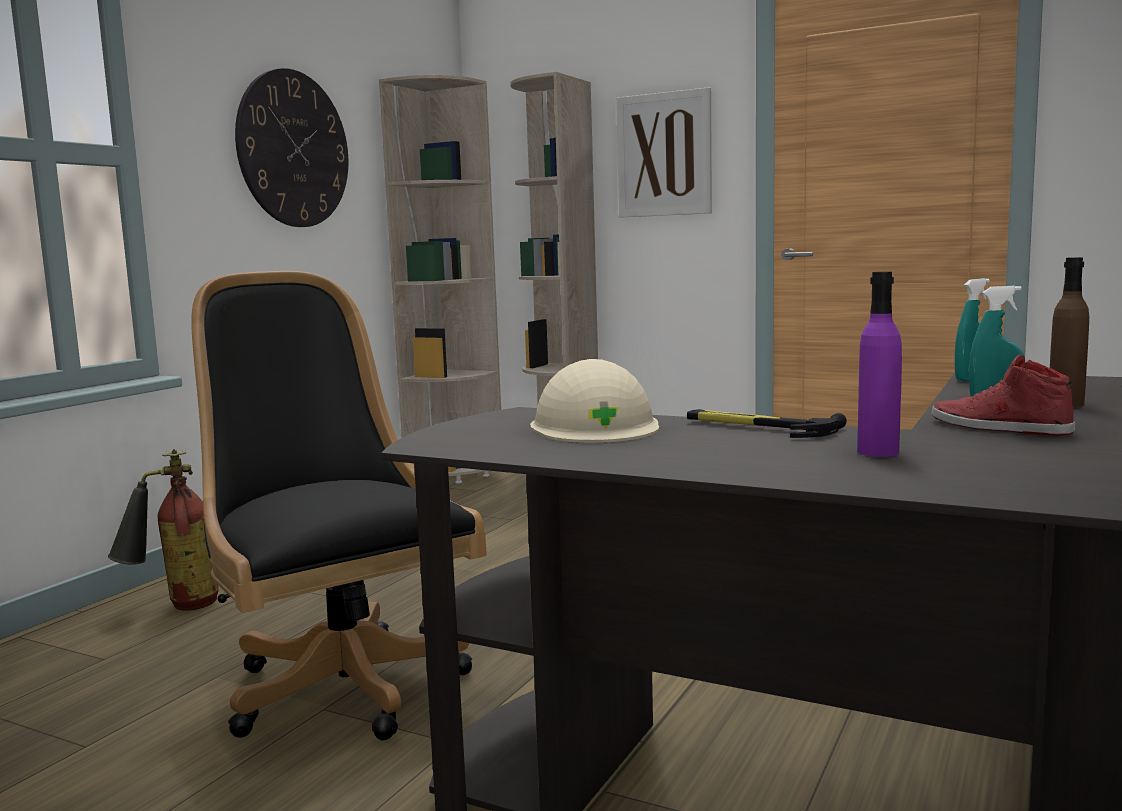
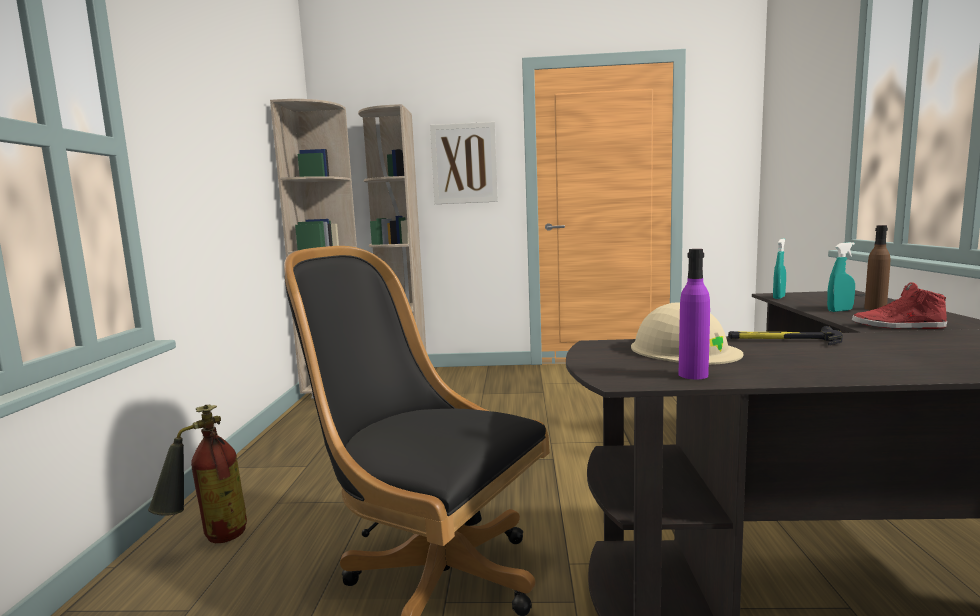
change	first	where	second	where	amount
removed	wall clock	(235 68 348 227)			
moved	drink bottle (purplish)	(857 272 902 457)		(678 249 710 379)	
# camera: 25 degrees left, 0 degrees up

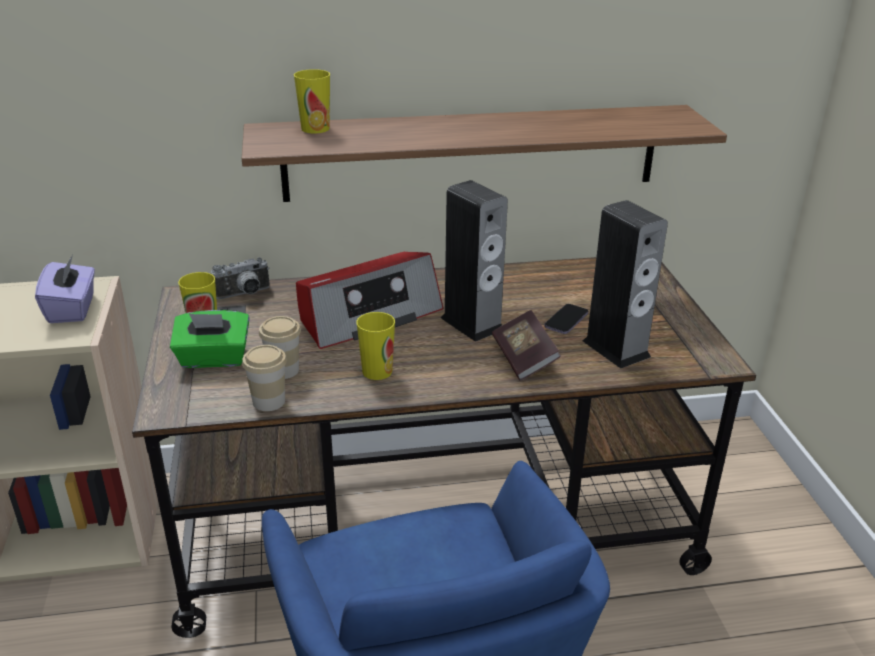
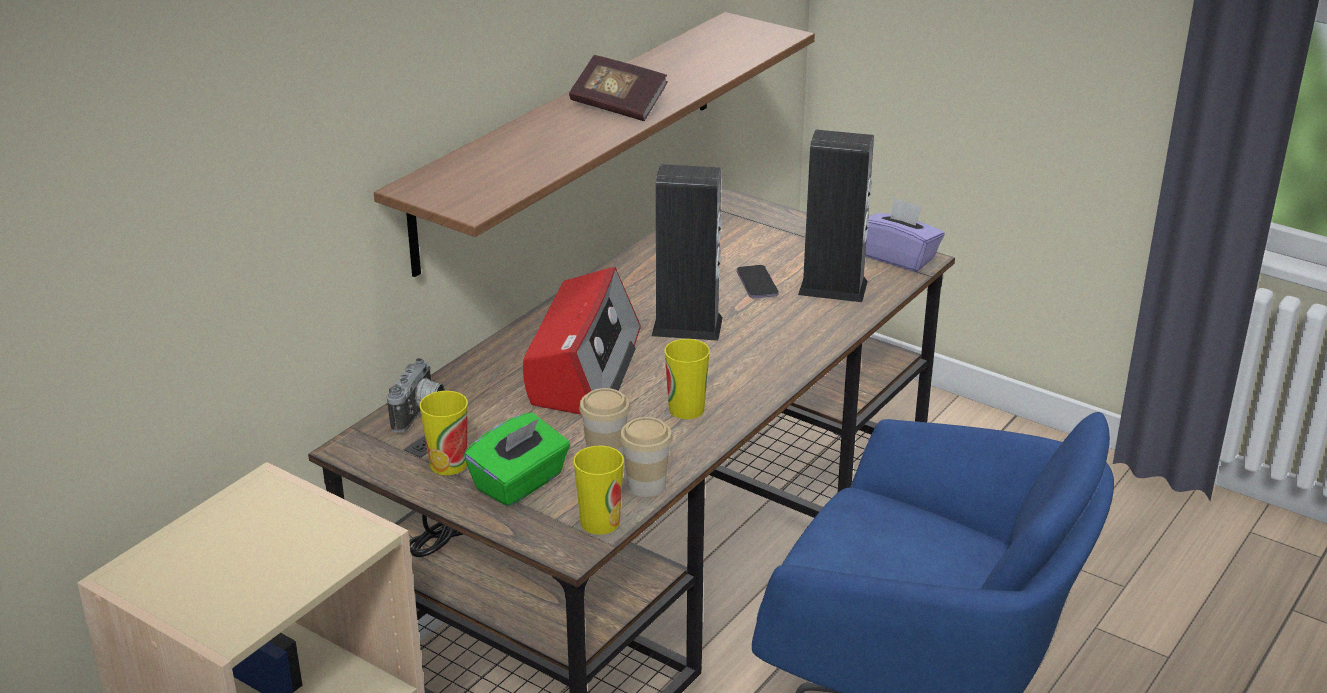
change	first	where	second	where	amount
moved	small cup	(294 69 330 134)		(574 446 624 535)	
moved	tissue box (purplish)	(35 255 95 323)		(865 198 945 272)	
moved	book	(492 310 561 381)		(569 55 668 121)	
# camera: 45 degrees left, 0 degrees up

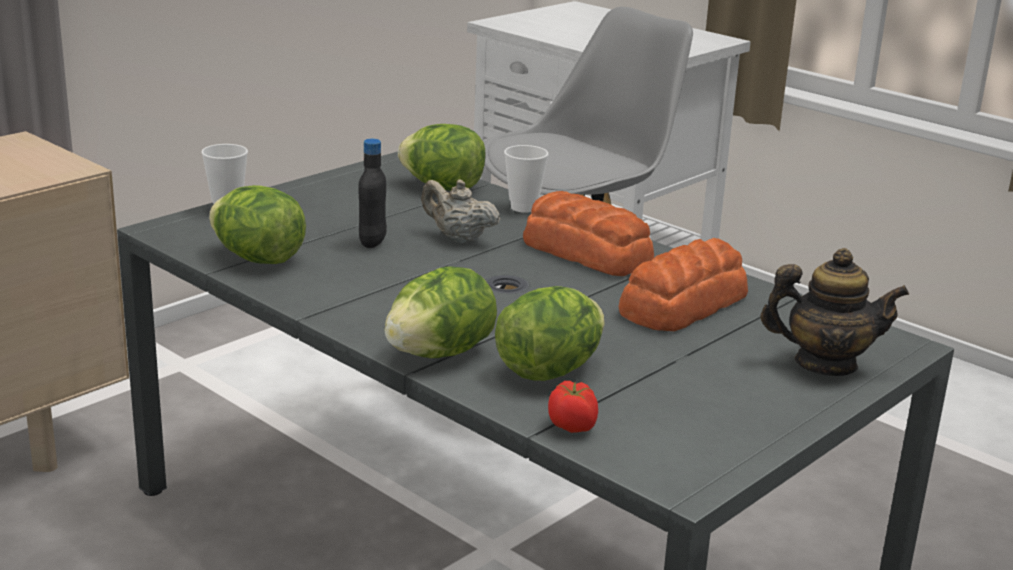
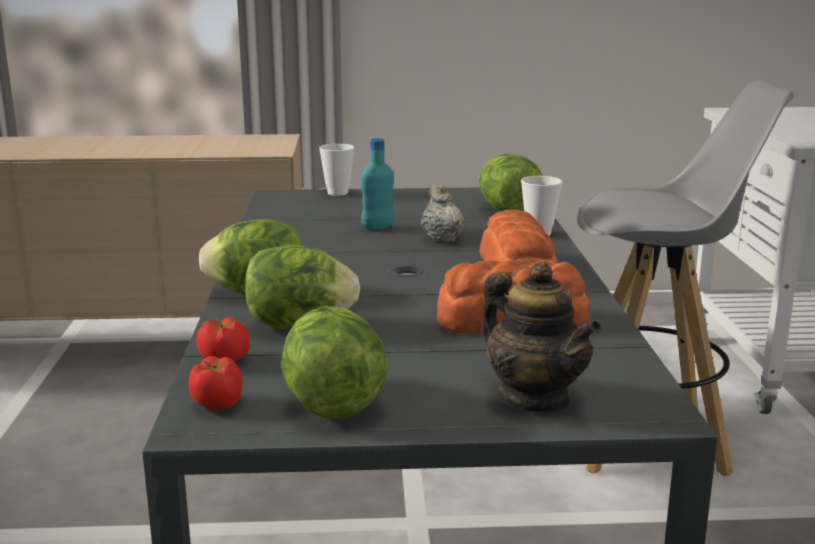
change	first	where	second	where	amount
recoloured	drink bottle (black)	(359 139 387 248)	drink bottle (blue-green)	(361 138 394 230)	
moved	head of lettuce	(209 185 306 264)		(281 306 388 419)	
added			tomato	(189 356 243 410)	
# camera: 45 degrees right, 5 degrees down

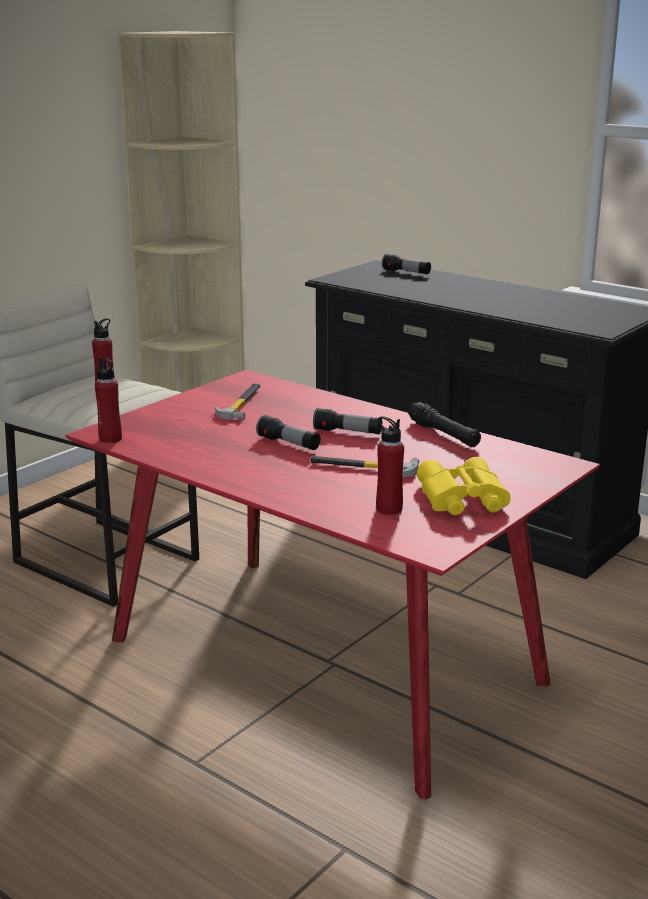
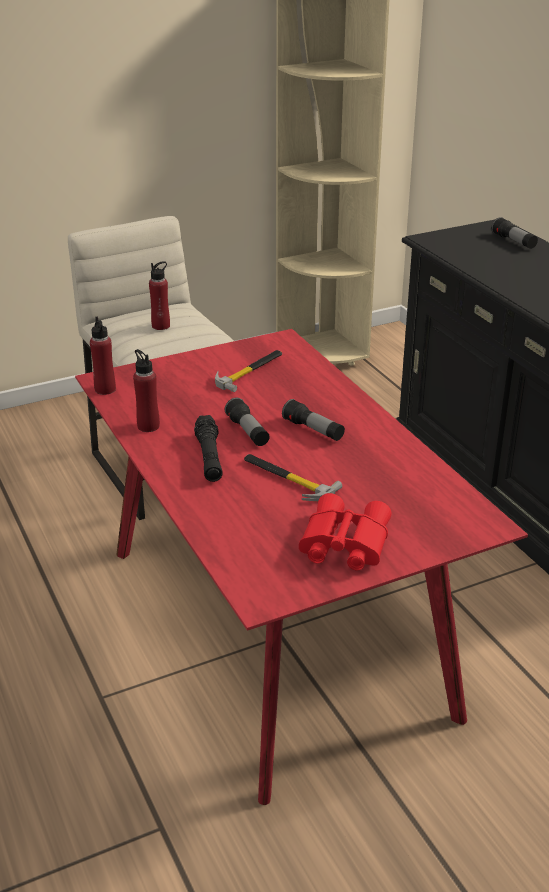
change	first	where	second	where	amount
moved	torch (black)	(408 402 481 447)		(194 415 223 482)	
moved	drink bottle (red-coloured)	(376 416 404 515)		(133 349 160 432)	
recoloured	binoculars (yellow-coloured)	(417 457 511 515)	binoculars (red-coloured)	(299 493 392 571)	
# camera: 25 degrees right, 10 degrees up

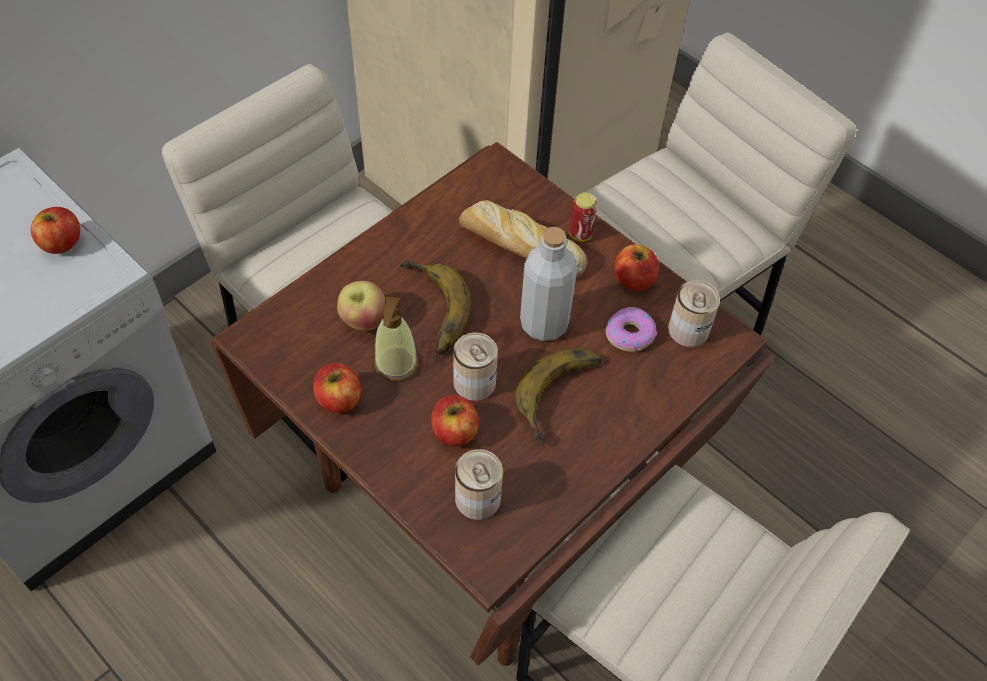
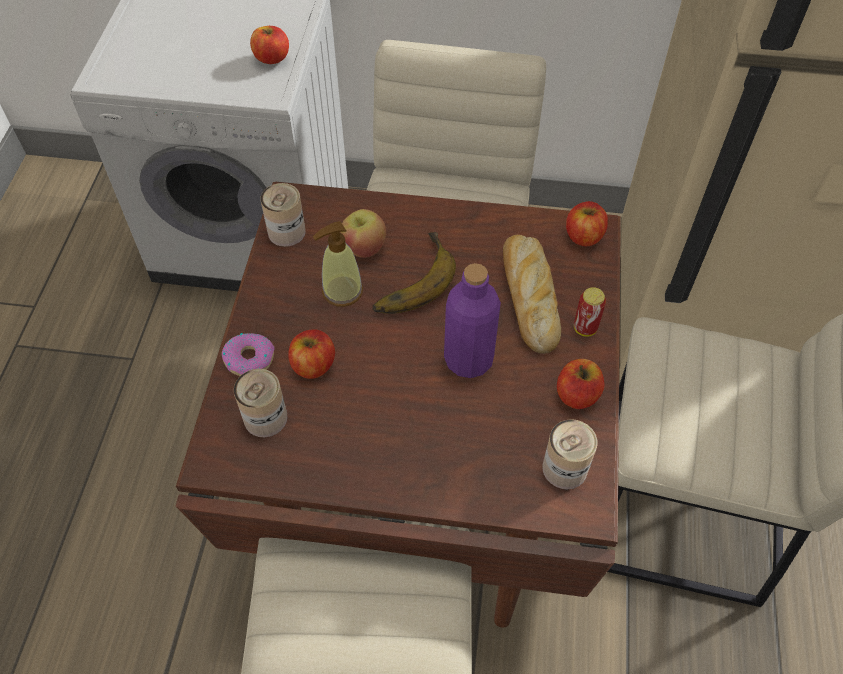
change	first	where	second	where	amount
recoloured	drink bottle (grey)	(520 227 577 341)	drink bottle (purplish)	(444 263 501 378)	
moved	ring doughnut	(606 307 657 352)		(222 333 274 376)	
moved	sealed can	(453 333 498 401)		(261 183 306 247)	
removed	banana fruit	(515 348 602 445)			
moved	apple fruit	(313 363 361 413)		(566 201 608 246)	
# camera: 55 degrees right, 0 degrees up

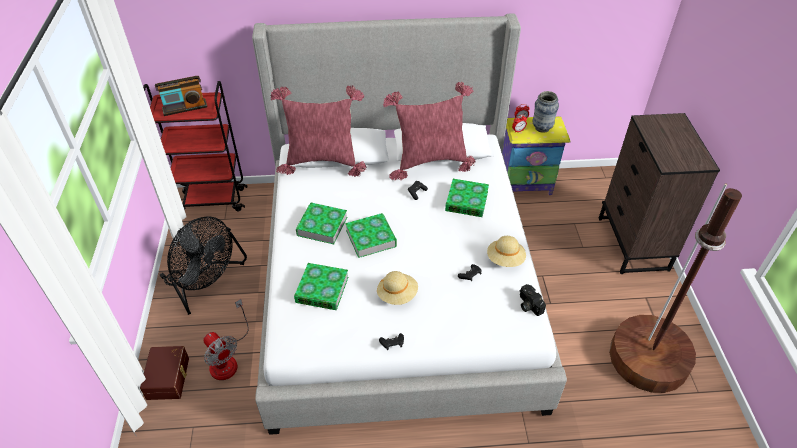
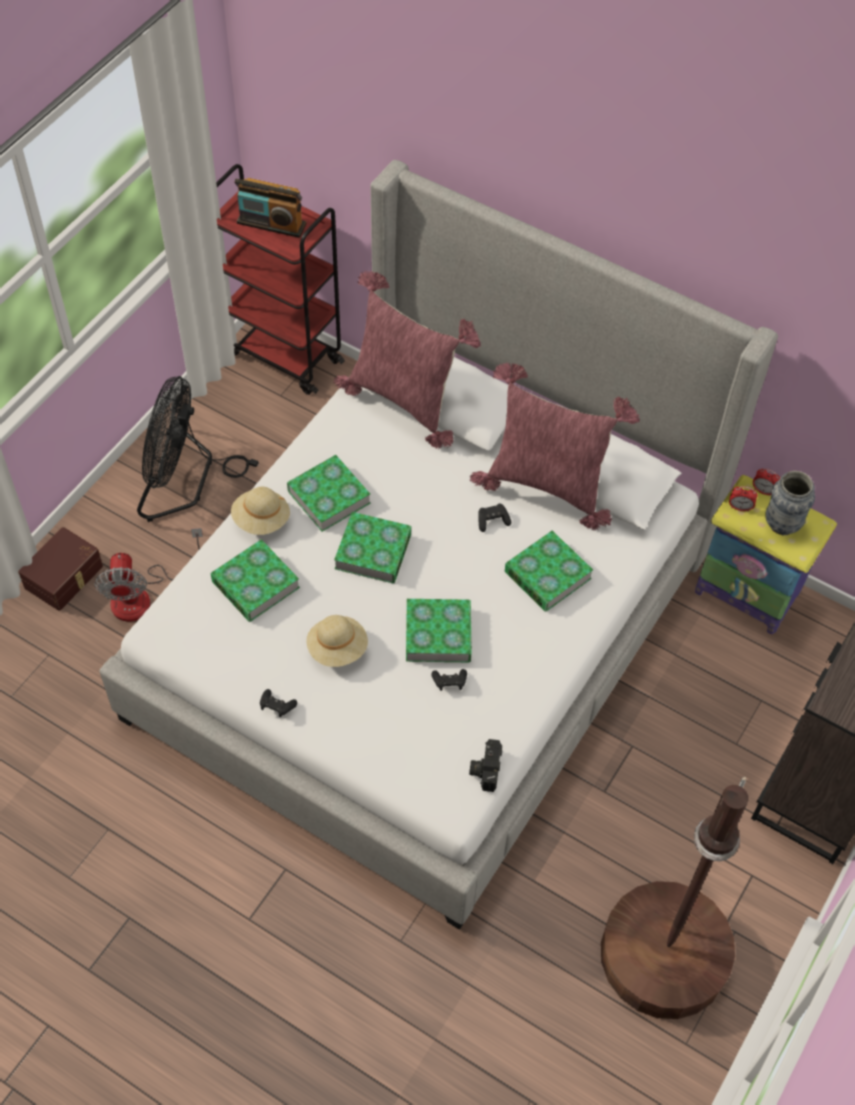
change	first	where	second	where	amount
turned	electric fan (black)	(160 216 247 315)		(137 376 259 522)	120 degrees clockwise
moved	clothing hat (beige)	(487 236 526 267)		(231 487 290 535)	
added			book	(406 599 472 662)	
# camera: 35 degrees right, 10 degrees up

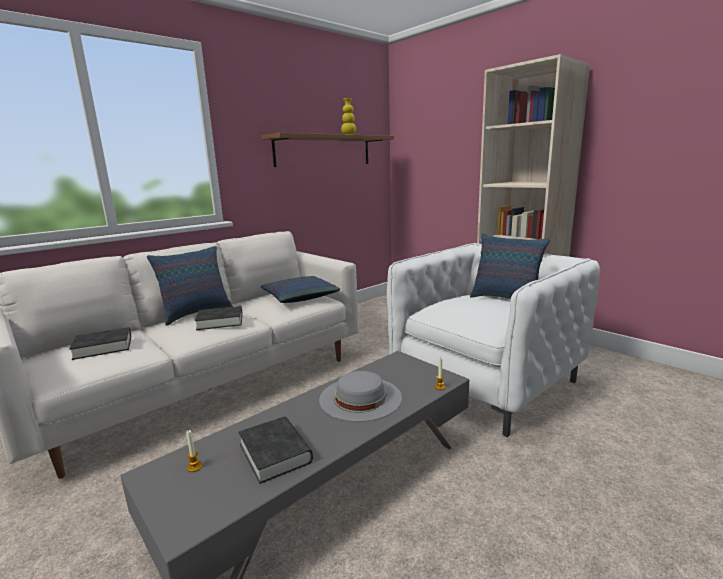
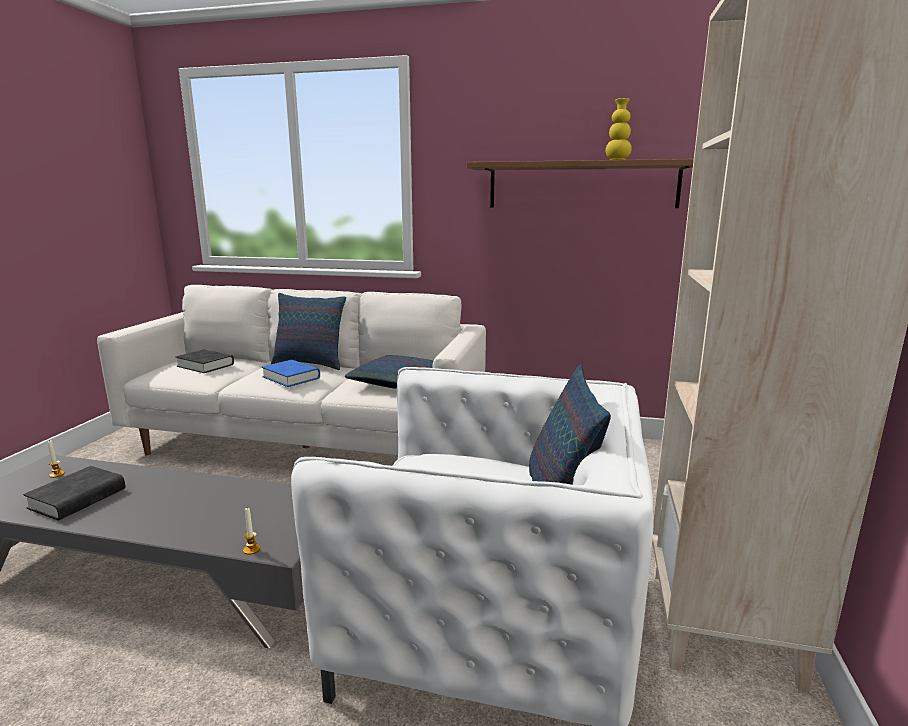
change	first	where	second	where	amount
recoloured	book (black)	(195 306 243 330)	book (bluish)	(262 360 320 387)	
removed	clothing hat (grey)	(319 371 402 422)			
# camera: 55 degrees right, 0 degrees up

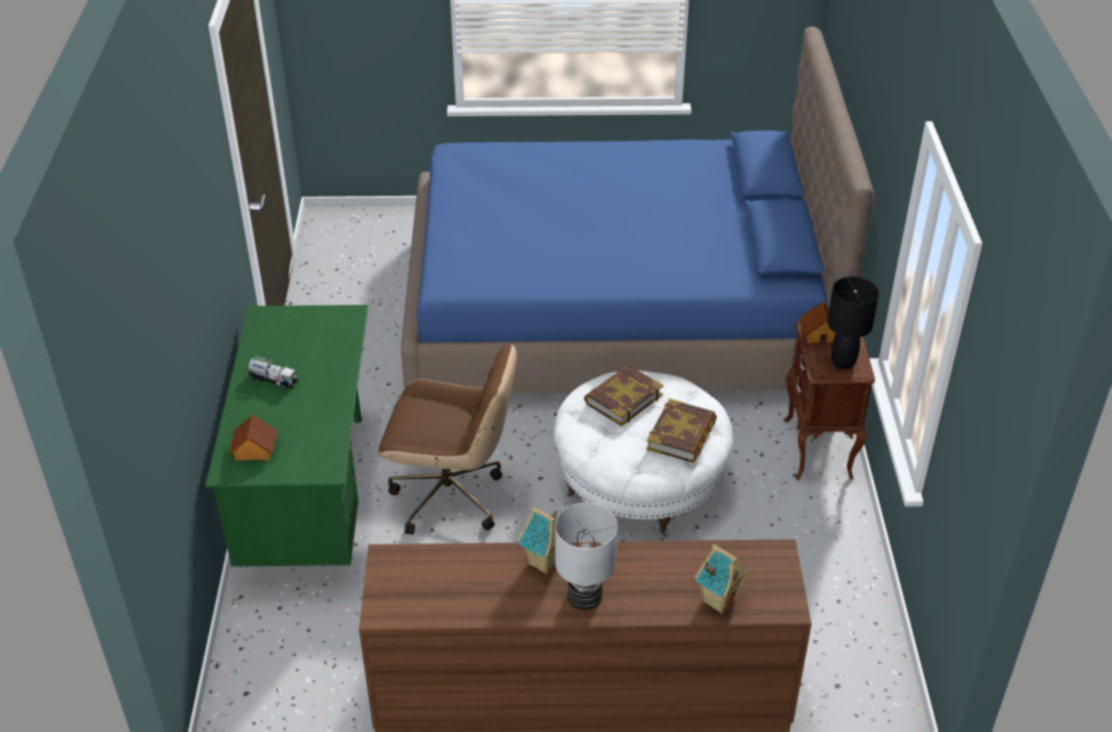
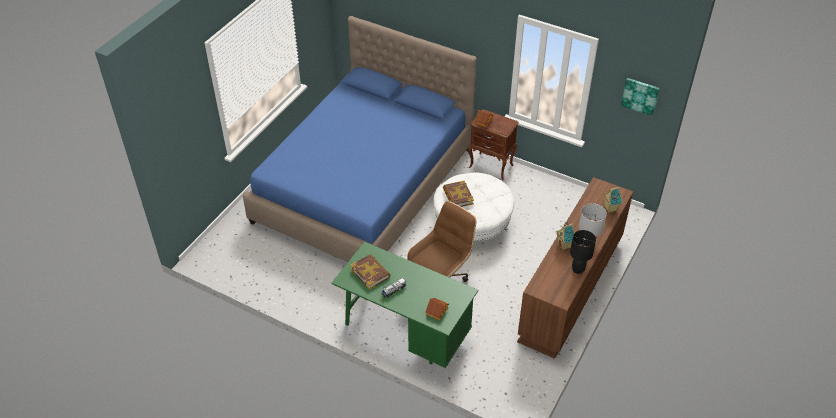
change	first	where	second	where	amount
moved	lamp for a table (black)	(827 276 879 369)		(570 230 596 274)	
moved	book	(647 398 717 463)		(350 254 390 290)	
added			wall art	(621 78 660 116)	
# camera: 60 degrees left, 5 degrees up

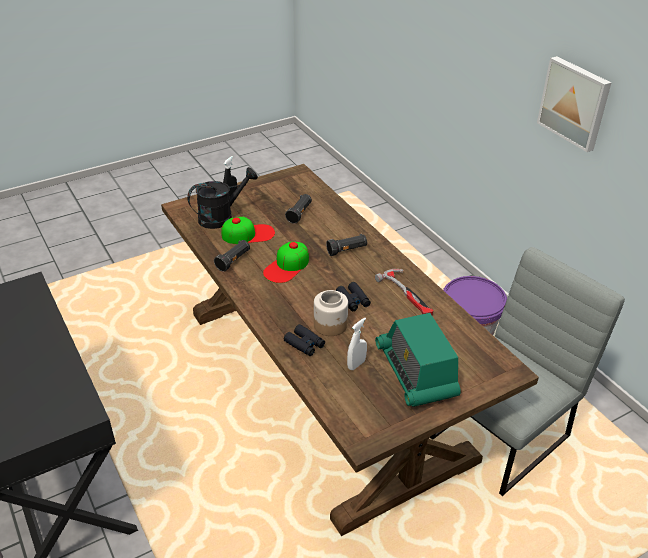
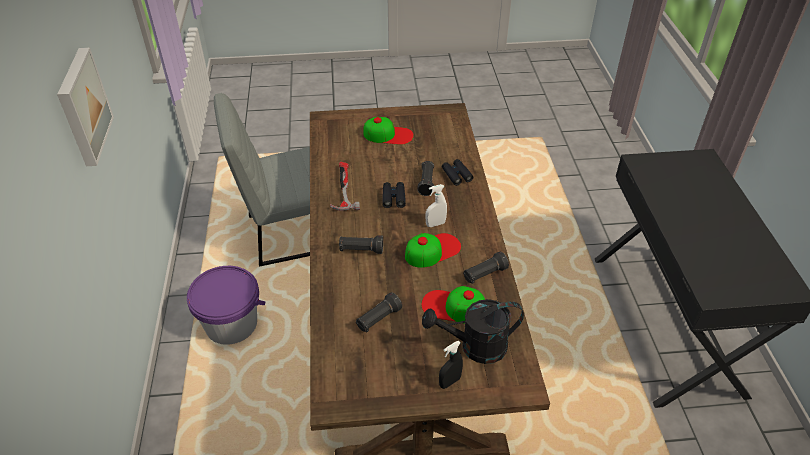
change	first	where	second	where	amount
replaced	preserve jar	(314 290 348 336)	torch (black)	(417 161 434 196)	
replaced	radio receiver	(375 313 461 407)	peaked cap	(363 117 414 145)	
moved	hand sprayer (white)	(347 318 367 370)		(425 184 447 227)	
# camera: 155 degrees left, 5 degrees up

